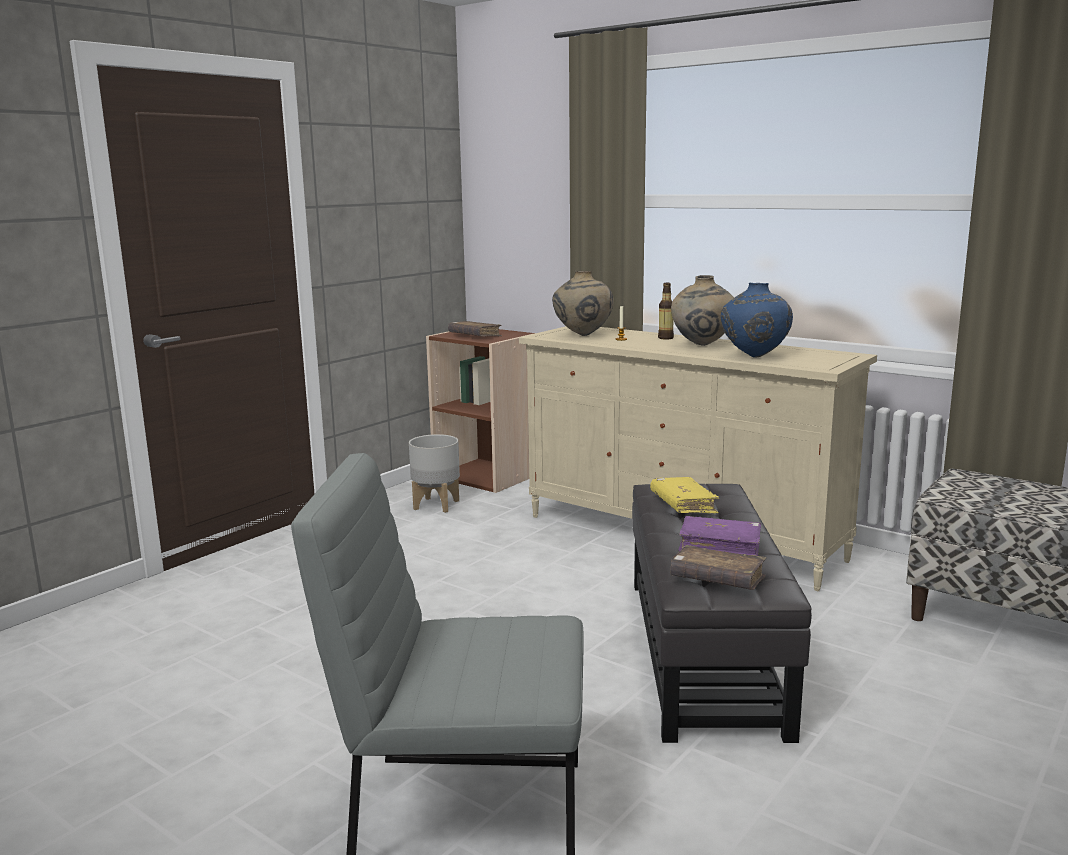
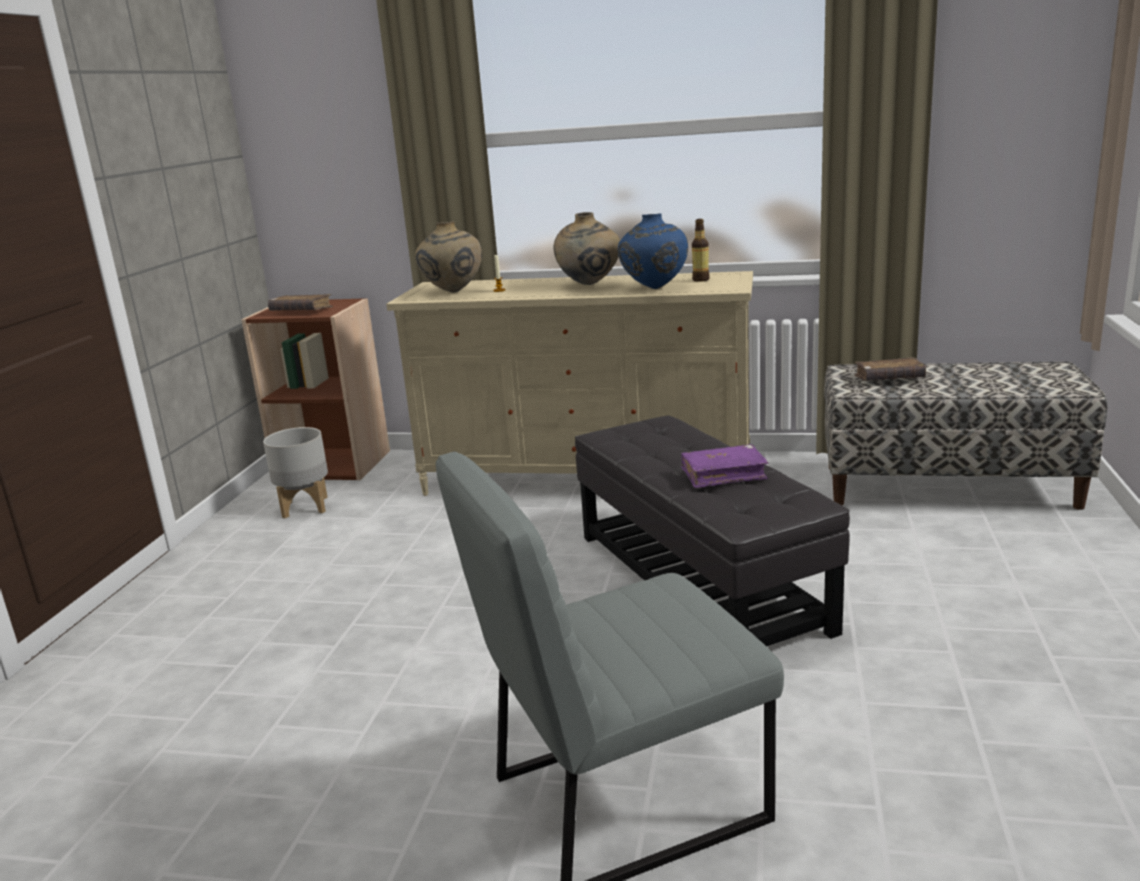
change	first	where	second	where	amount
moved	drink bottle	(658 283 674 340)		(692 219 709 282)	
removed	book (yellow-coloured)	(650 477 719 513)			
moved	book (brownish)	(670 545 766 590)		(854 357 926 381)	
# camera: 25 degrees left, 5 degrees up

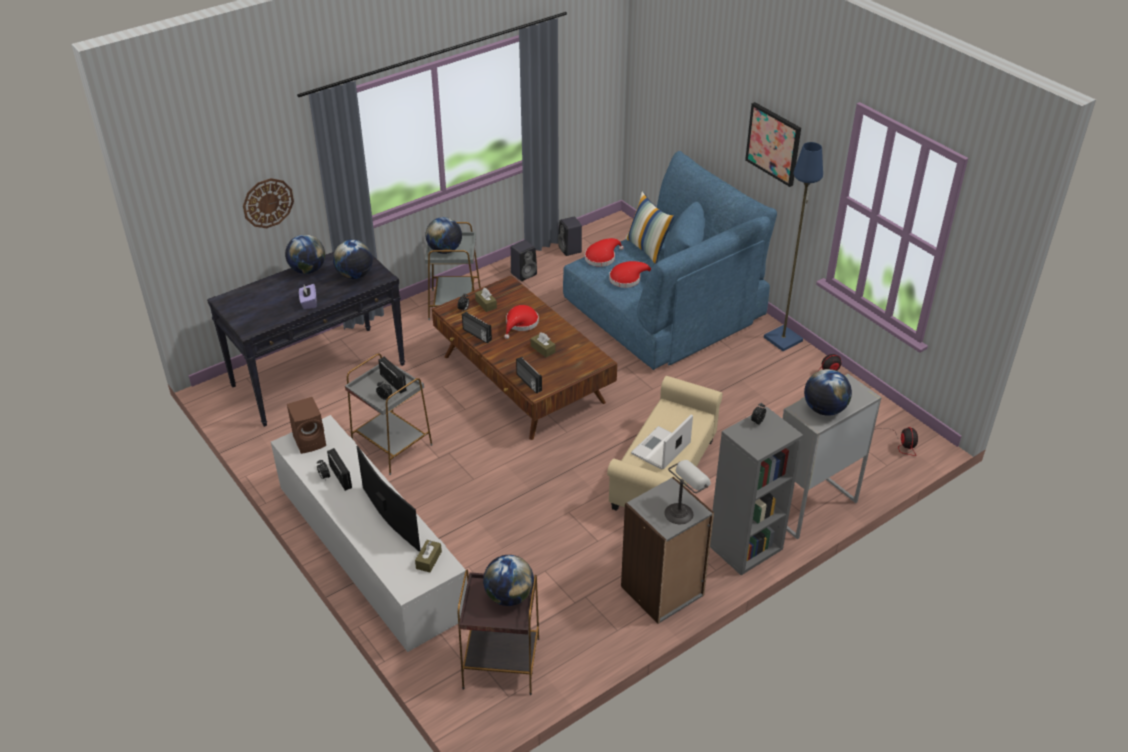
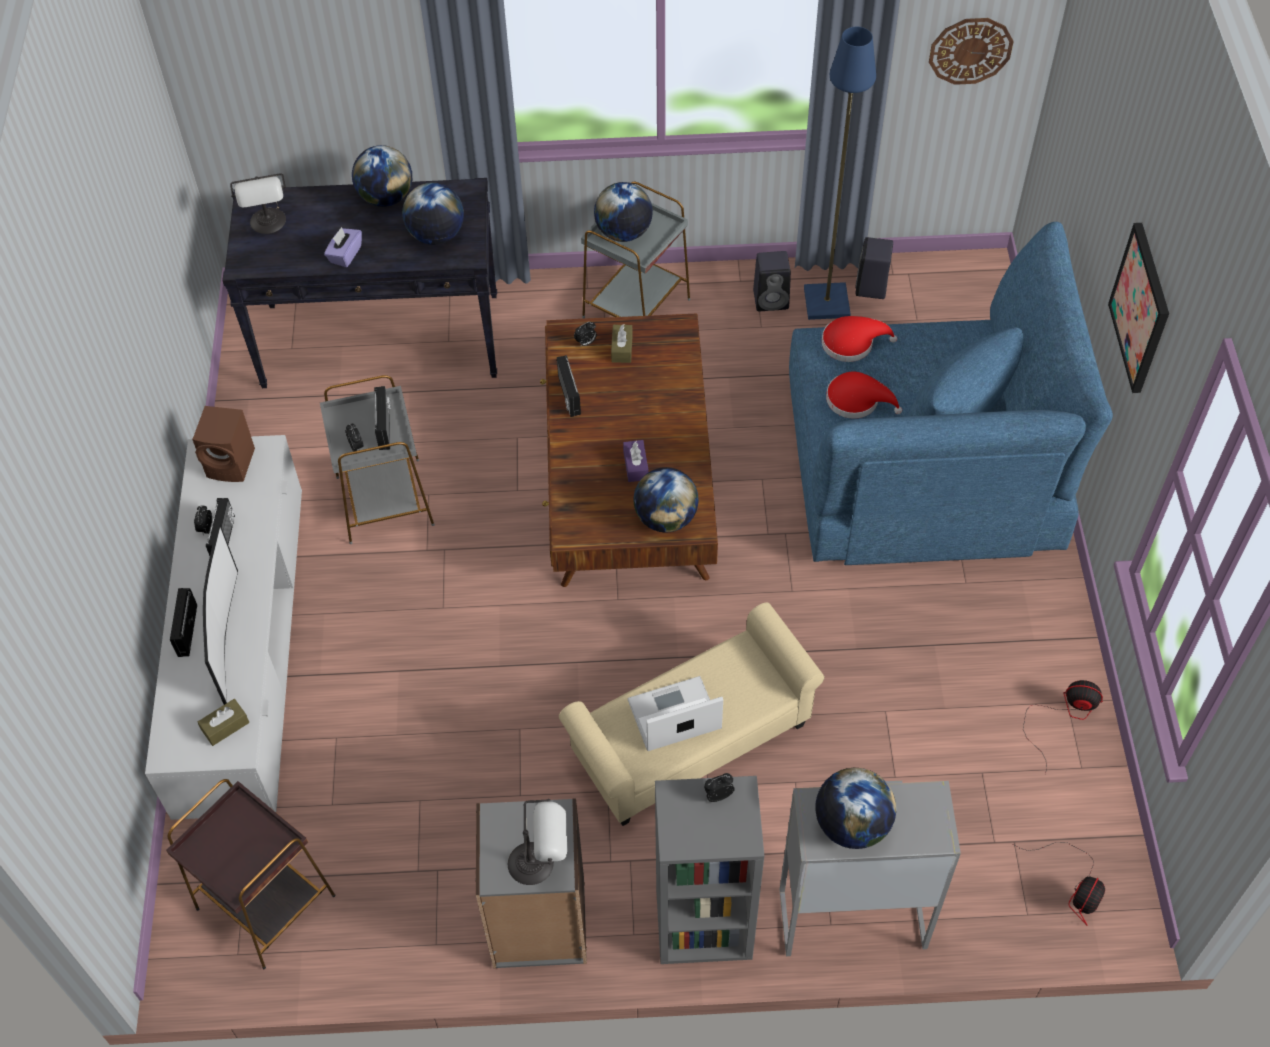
change	first	where	second	where	amount
moved	standard lamp (bluish)	(764 142 823 351)		(804 27 876 320)	
moved	wall clock	(243 178 294 228)		(929 18 1014 85)	
removed	pillow	(625 191 675 264)			
removed	clothing hat (red-coloured)	(504 305 539 339)			
recoloured	tissue box (brownish)	(531 332 556 357)	tissue box (purplish)	(623 440 649 482)	
moved	radio receiver	(516 357 542 394)		(170 588 197 657)	
moved	desk globe	(483 555 534 606)		(633 467 699 533)	
added			lamp for a table	(230 173 286 234)	
# camera: 35 degrees right, 15 degrees up

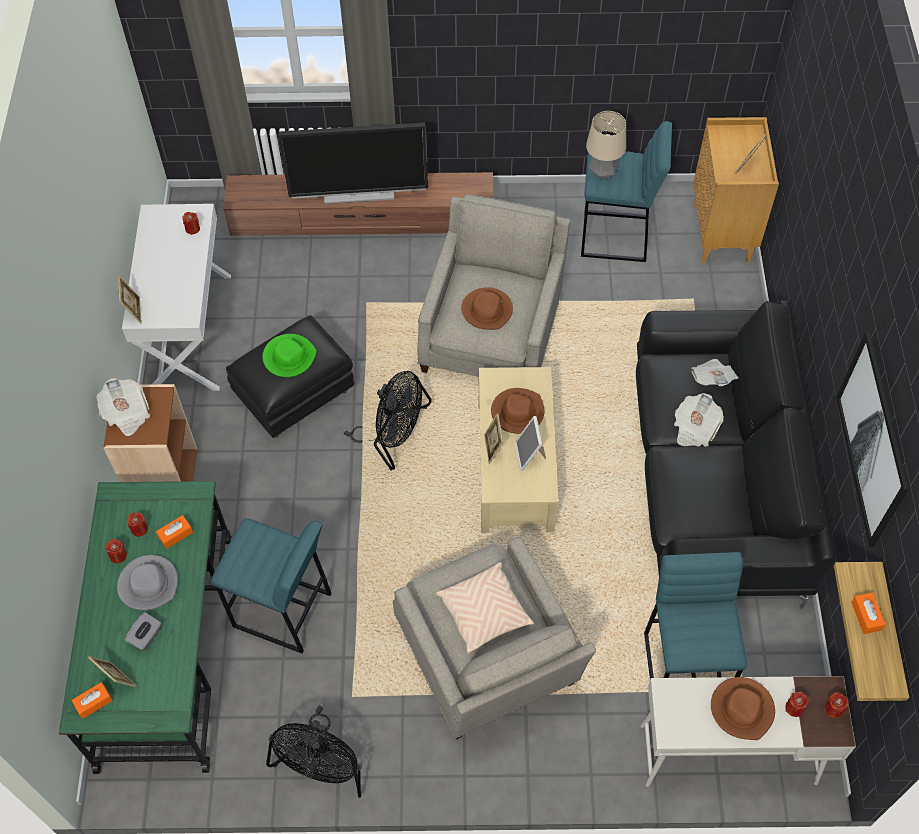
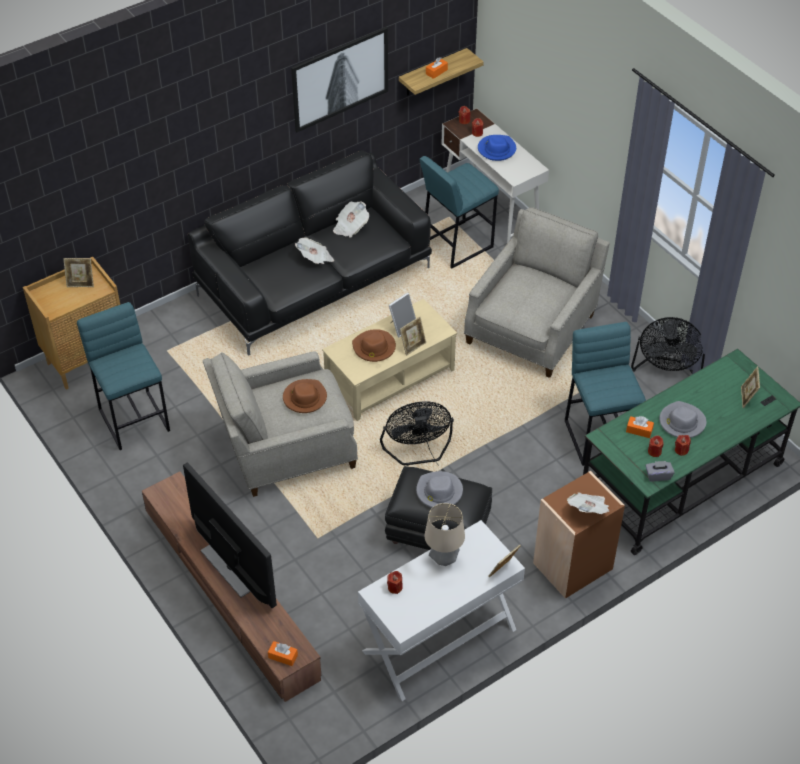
change	first	where	second	where	amount
moved	lamp for a table	(586 111 626 180)		(425 503 465 566)	
recoloured	clothing hat (greenish)	(262 334 317 377)	clothing hat (grey)	(416 471 463 508)	
moved	daily paper	(692 359 738 386)		(333 201 369 238)	
removed	pillow (beige)	(436 562 534 654)			
moved	tissue box (grey)	(125 612 162 651)		(645 461 675 482)	
recoloured	clothing hat (brownish)	(711 677 775 740)	clothing hat (bluish)	(478 135 516 161)	
moved	tissue box (orangey)	(71 682 113 719)		(268 641 298 666)	
turned	electric fan (black)	(266 705 362 798)		(631 316 705 373)	120 degrees clockwise
# camera: 125 degrees left, 10 degrees down

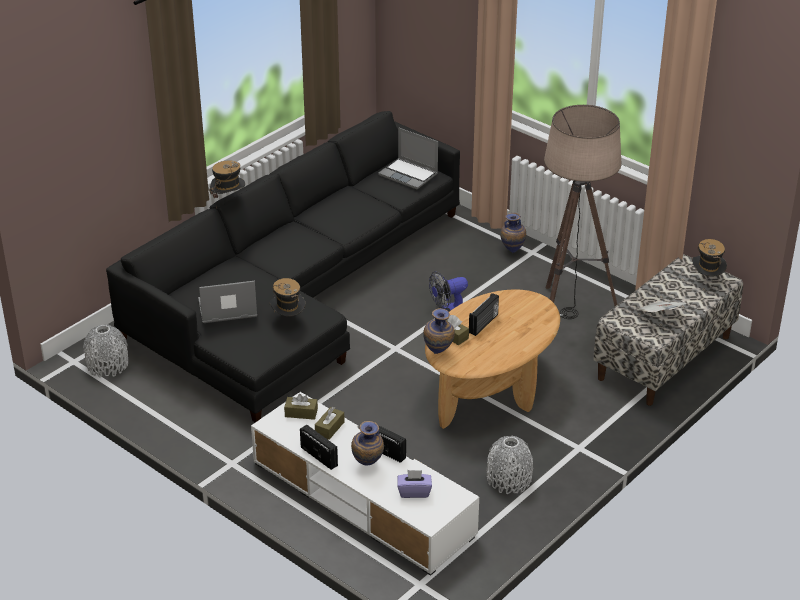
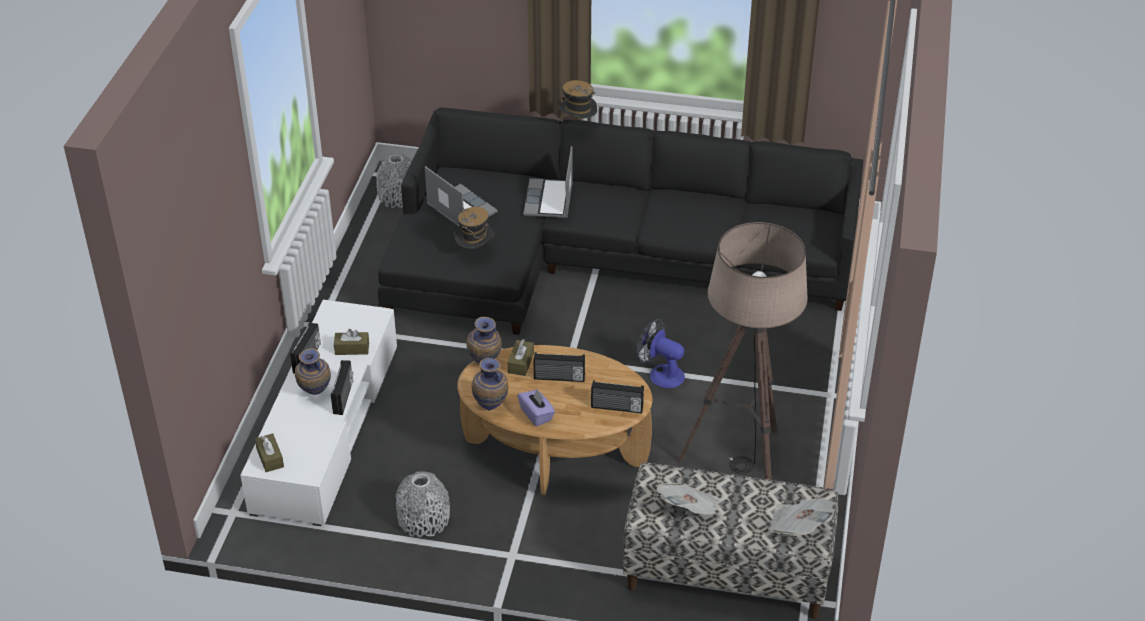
change	first	where	second	where	amount
moved	laptop	(378 128 438 189)		(523 146 573 218)	
moved	decorative vase	(500 213 526 253)		(472 358 508 411)	
replaced	clothing hat	(692 239 727 277)	daily paper	(768 498 834 536)	
moved	tissue box (brownish)	(284 394 318 420)		(255 433 284 472)	
moved	tissue box (purplish)	(397 470 432 498)		(518 388 555 427)	
added			radio receiver	(591 380 644 413)	
# camera: 60 degrees right, 5 degrees up

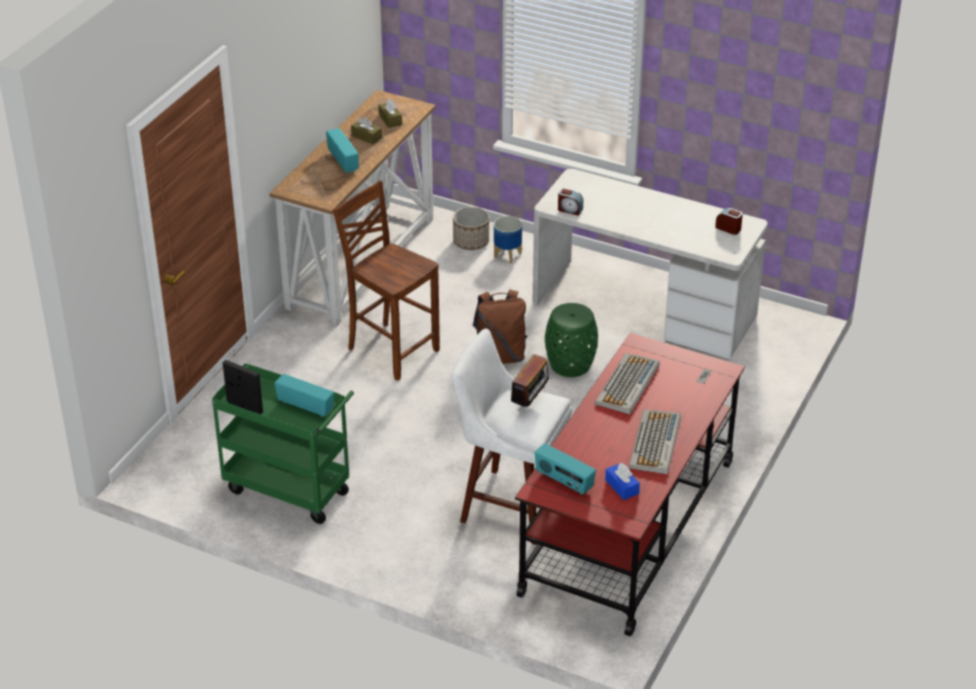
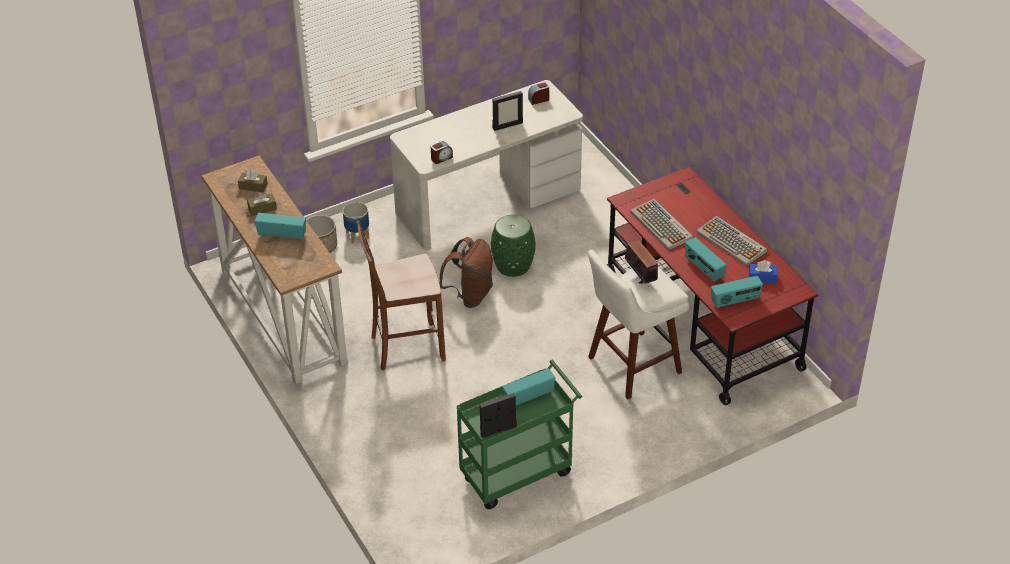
change	first	where	second	where	amount
added			picture frame	(492 91 523 131)	
added			radio receiver	(685 237 727 282)	
# camera: 55 degrees left, 5 degrees up

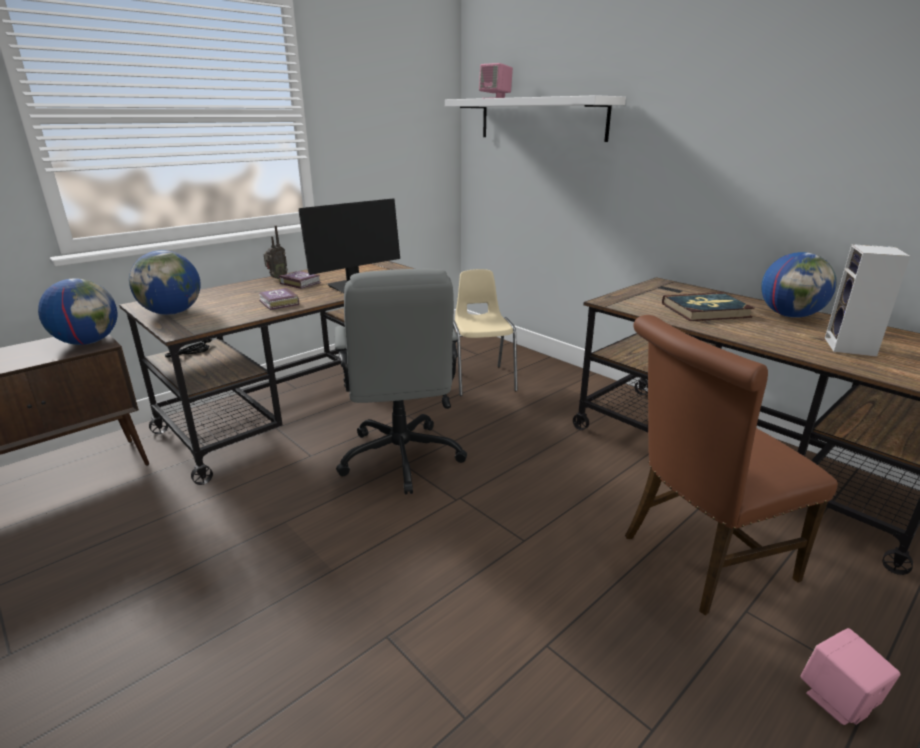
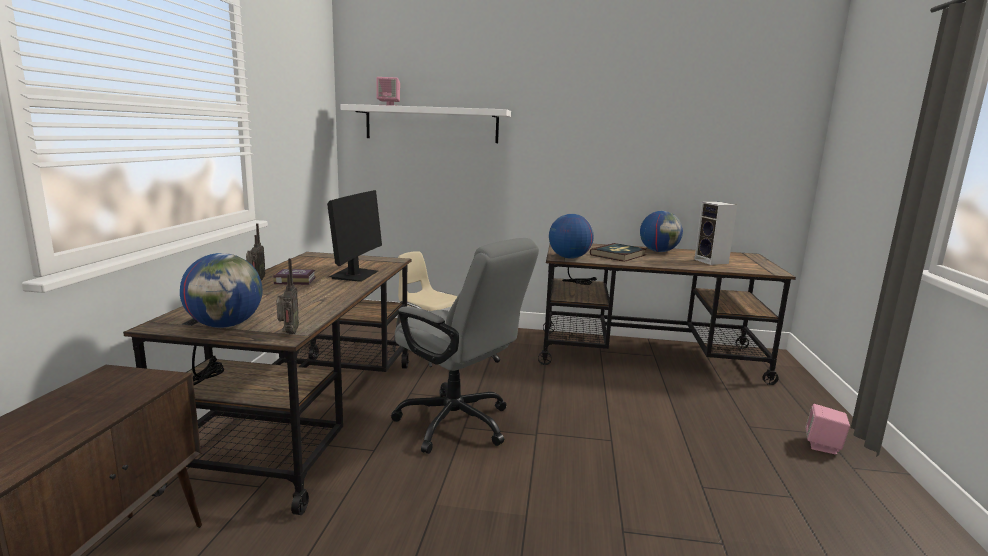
change	first	where	second	where	amount
moved	desk globe	(38 278 118 345)		(549 214 594 259)	
removed	book	(259 288 299 310)			
removed	upright chair (brownish)	(625 315 838 616)			
added			radio receiver	(276 258 299 334)	
# camera: 40 degrees left, 10 degrees down

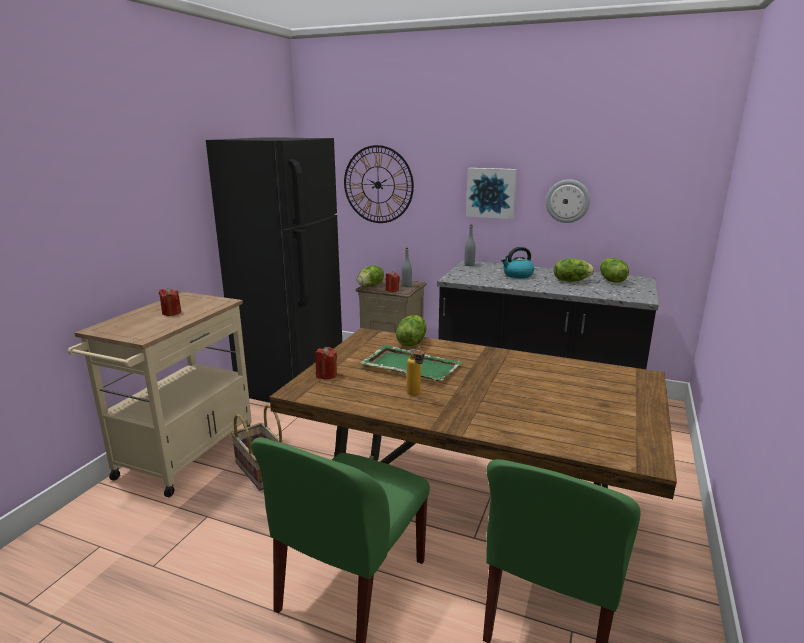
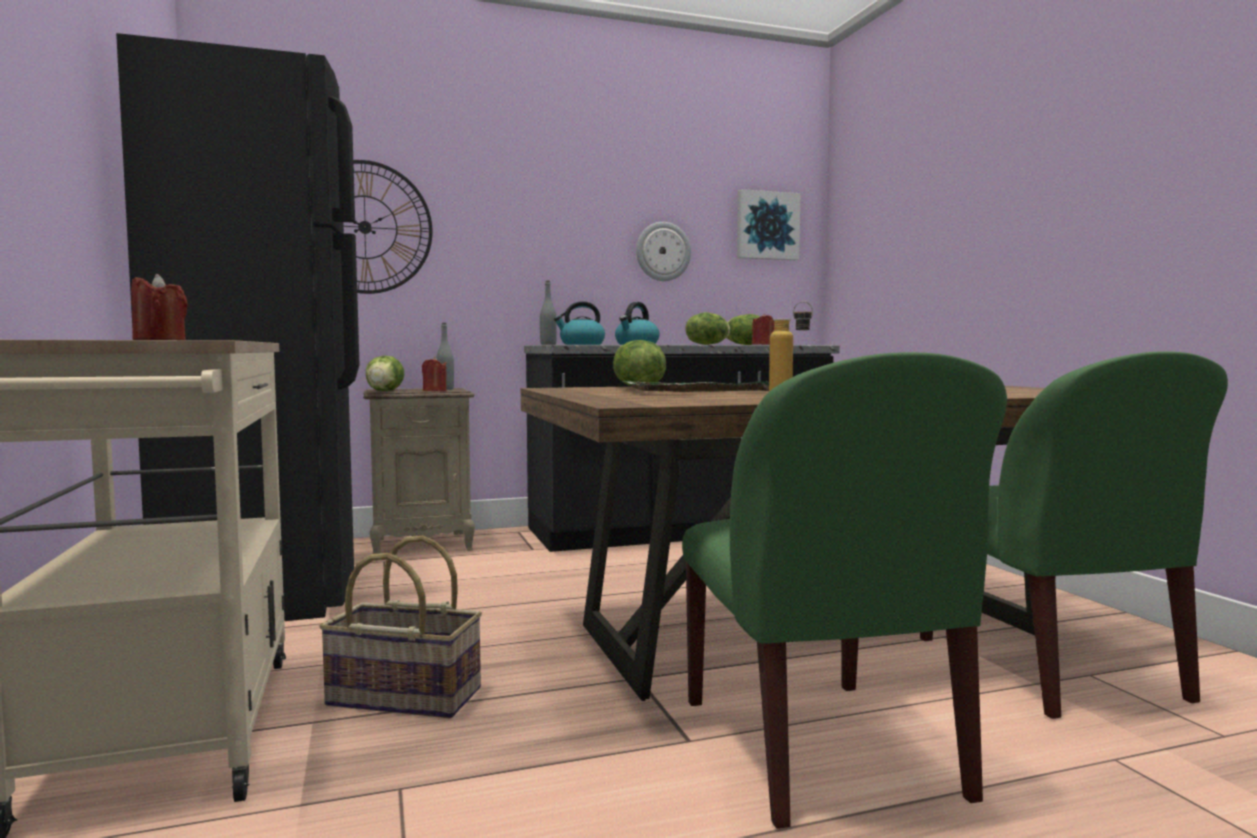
change	first	where	second	where	amount
moved	wall art	(466 168 517 219)		(737 189 801 260)	
moved	wax candle (red-coloured)	(315 347 337 379)		(752 314 775 345)	
added			kettle	(554 301 605 345)	
# camera: 40 degrees left, 15 degrees down

